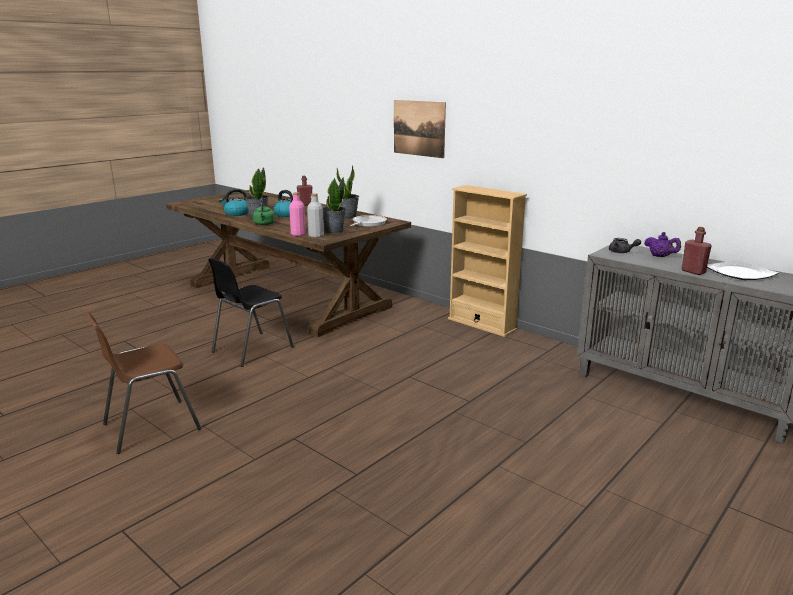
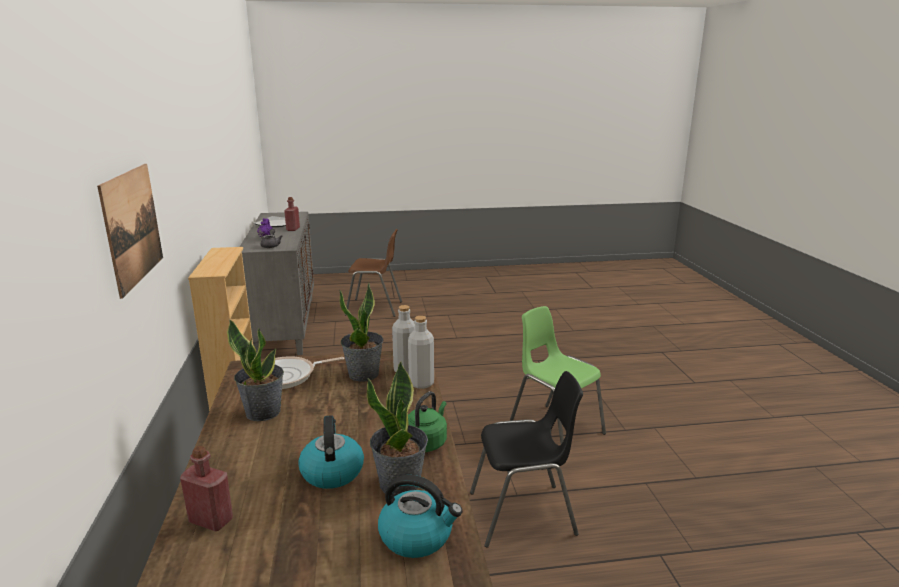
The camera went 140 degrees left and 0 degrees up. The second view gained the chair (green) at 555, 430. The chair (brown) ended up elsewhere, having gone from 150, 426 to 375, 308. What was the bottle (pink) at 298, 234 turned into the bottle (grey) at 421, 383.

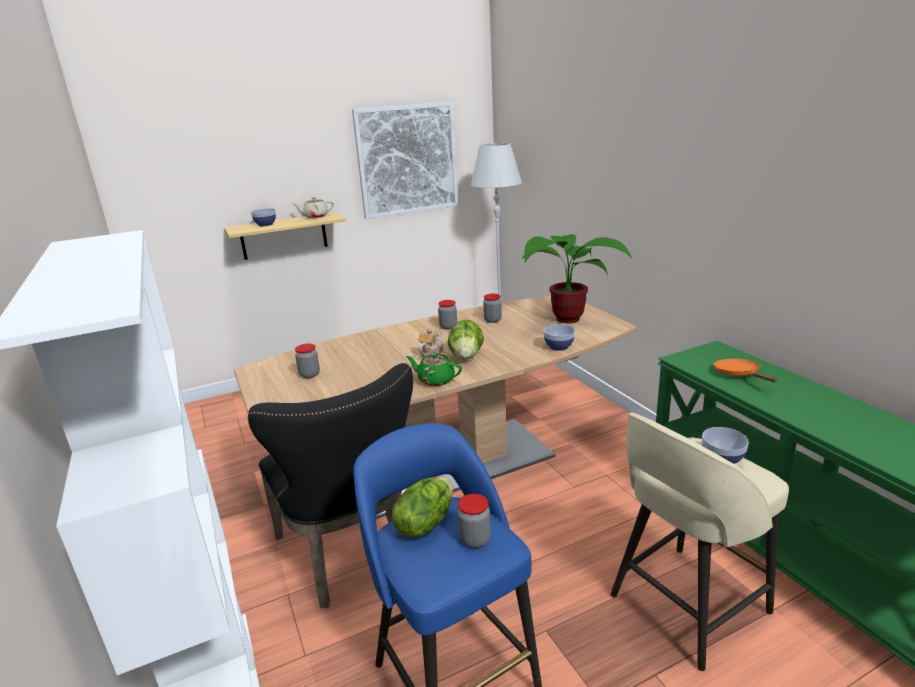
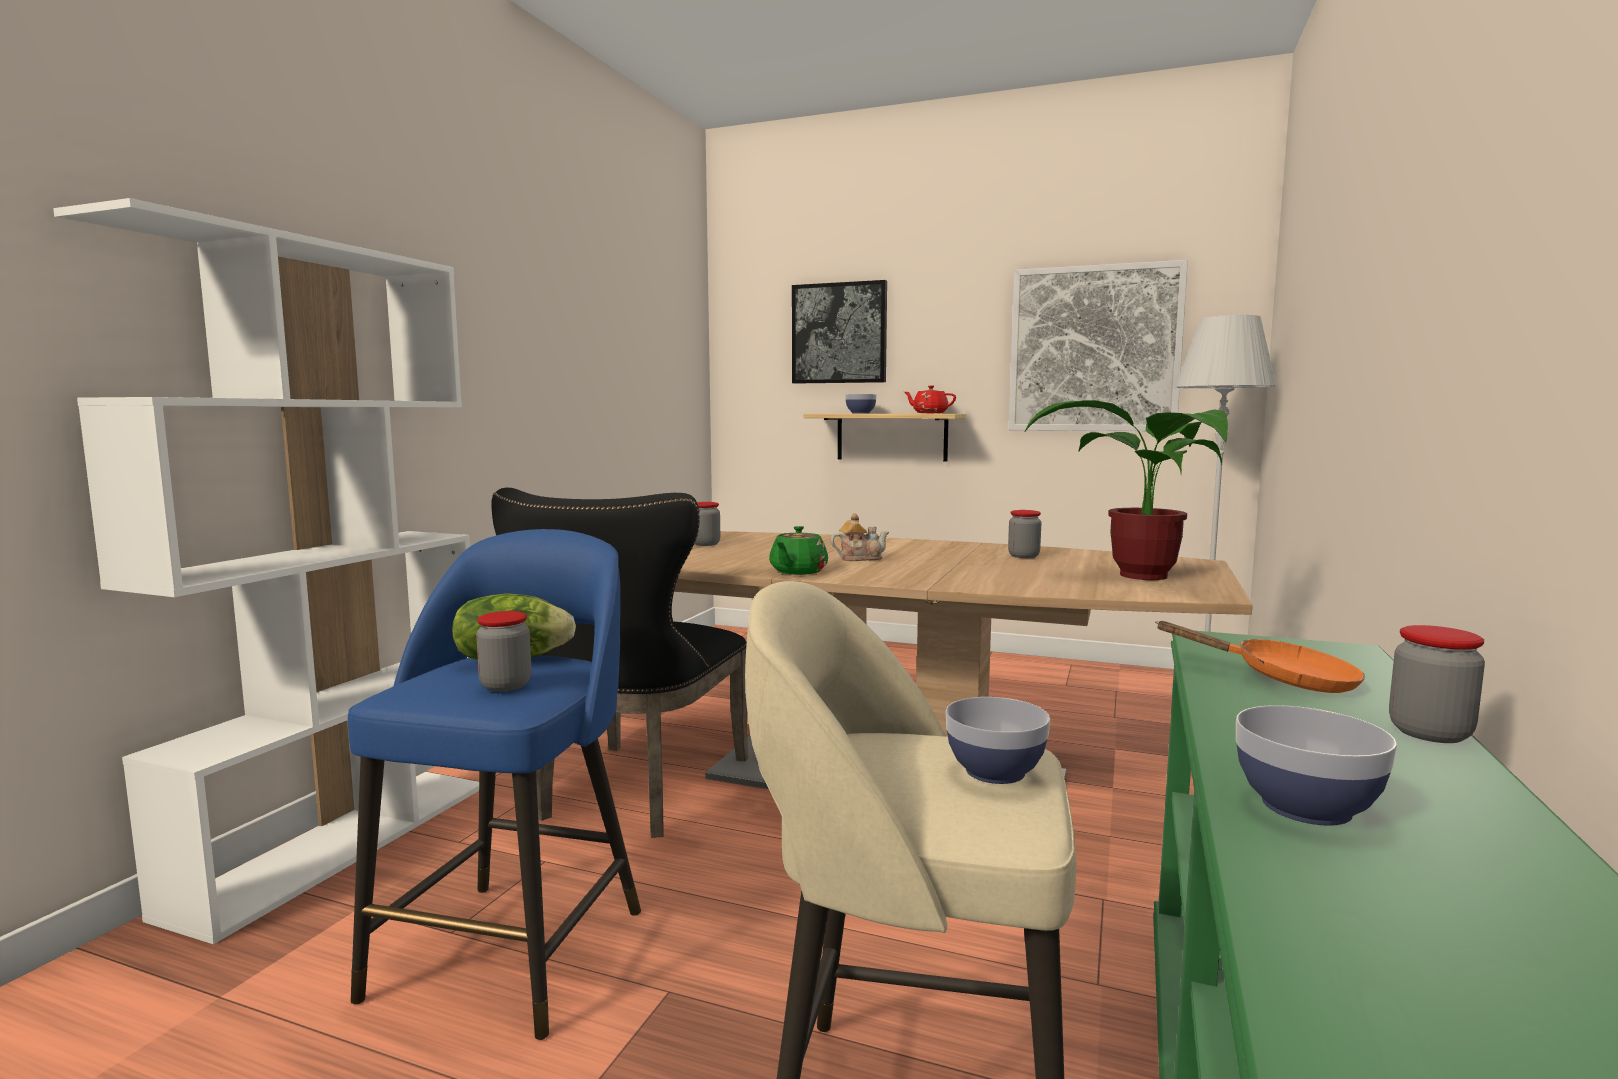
The camera went 45 degrees right and 15 degrees down. The second view lost the lettuce at 466, 356. The second view gained the picture at 839, 333. The jar ended up elsewhere, having gone from 448, 327 to 1430, 733. The bowl ended up elsewhere, having gone from 558, 347 to 1306, 807. What was the teapot (beige) at 315, 217 turned into the teapot (red) at 929, 413. The teapot (green) at 435, 380 ended up facing another way, 135 degrees counterclockwise from before. The frying pan (orange) at 739, 375 ended up facing another way, 90 degrees clockwise from before.

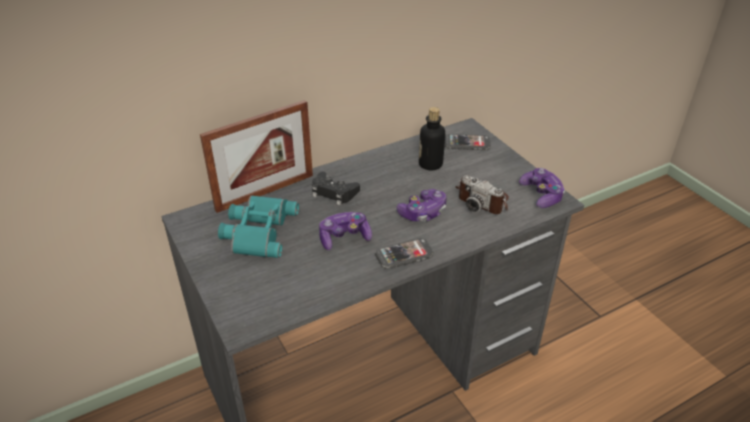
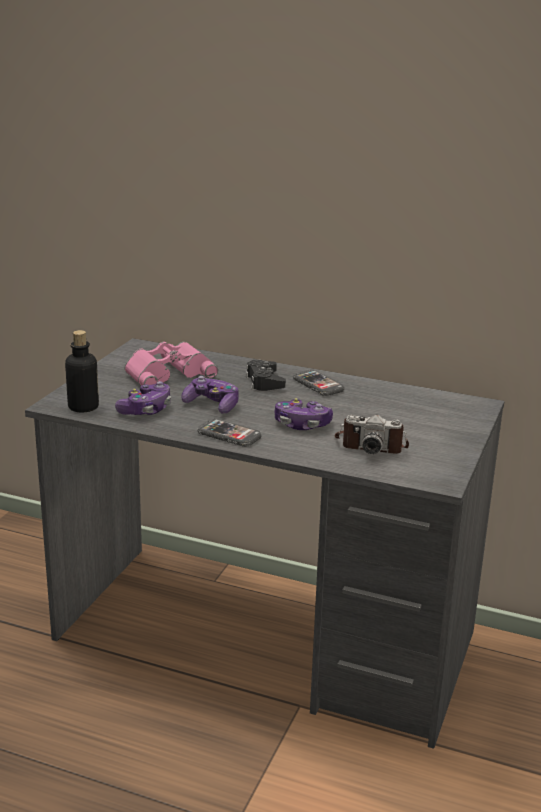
The camera went 50 degrees right and 15 degrees down. The second view lost the picture frame at 265, 192. The bottle ended up elsewhere, having gone from 430, 164 to 83, 407. The phone ended up elsewhere, having gone from 467, 143 to 318, 384. The game controller ended up elsewhere, having gone from 541, 195 to 146, 410. What was the binoculars (turquoise) at 257, 231 turned into the binoculars (pink) at 167, 372. The photo camera at 483, 200 ended up facing another way, 75 degrees counterclockwise from before.

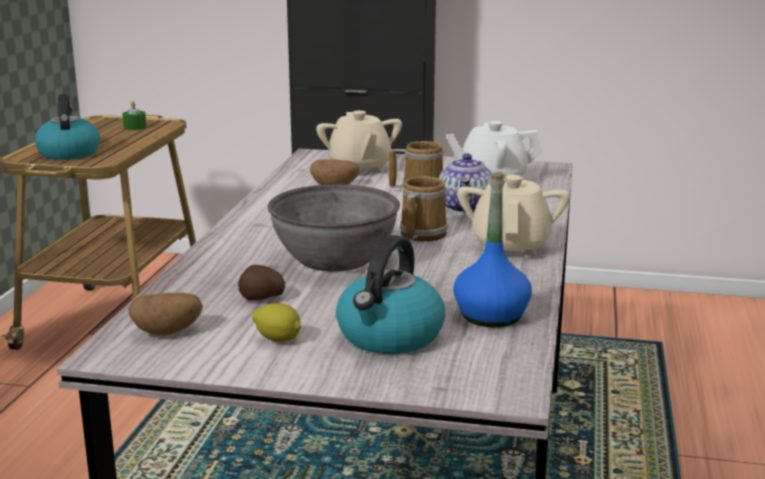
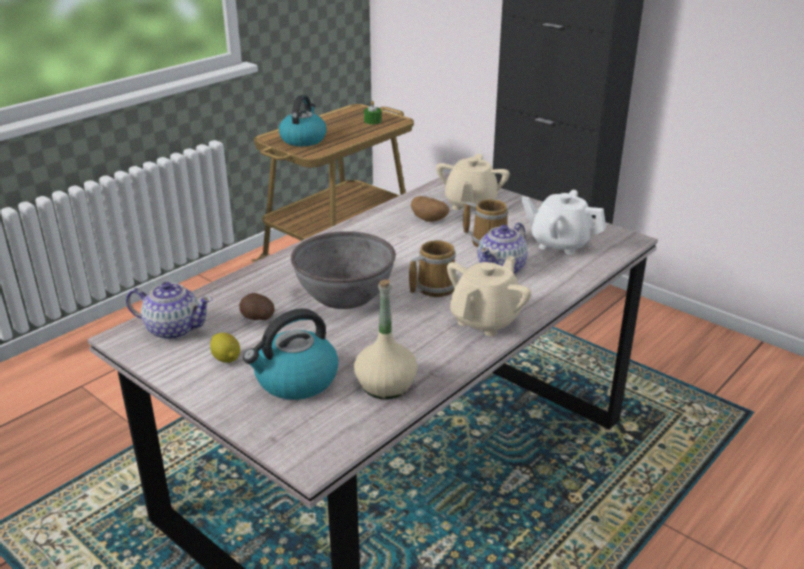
The camera went 30 degrees right and 10 degrees up. Where the potato stood at 167, 331, the teapot came to stand at 173, 329. What was the bottle (blue) at 491, 316 turned into the bottle (beige) at 385, 385.

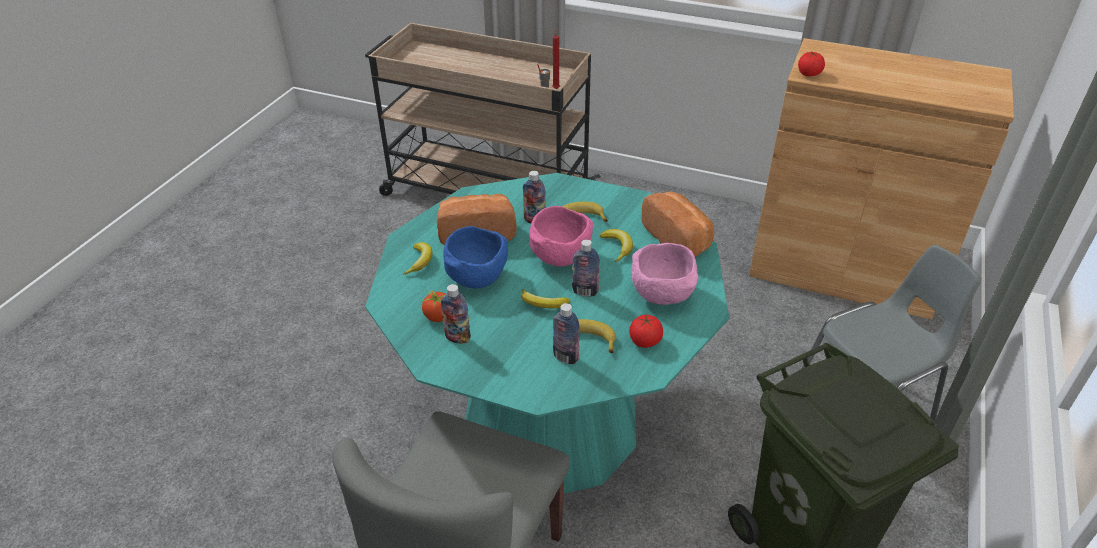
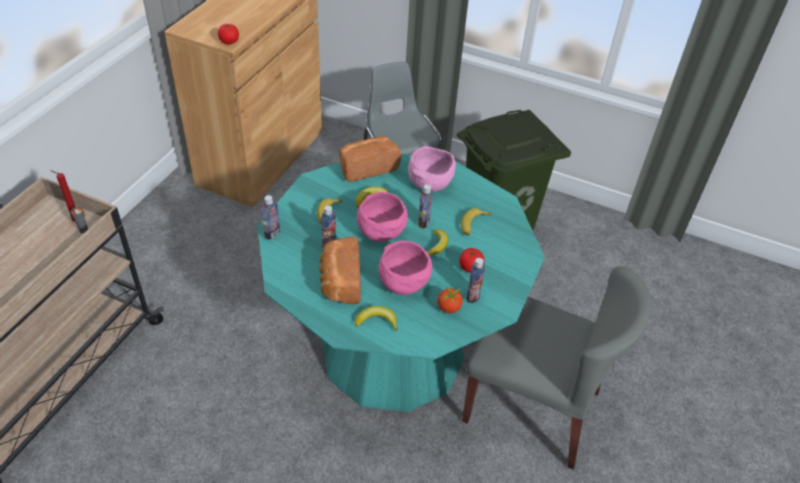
The camera went 90 degrees left and 5 degrees up. The bottle ended up elsewhere, having gone from 565, 357 to 272, 234. The tomato ended up elsewhere, having gone from 645, 341 to 470, 267. What was the bowl (blue) at 477, 277 turned into the bowl (pink) at 402, 283.

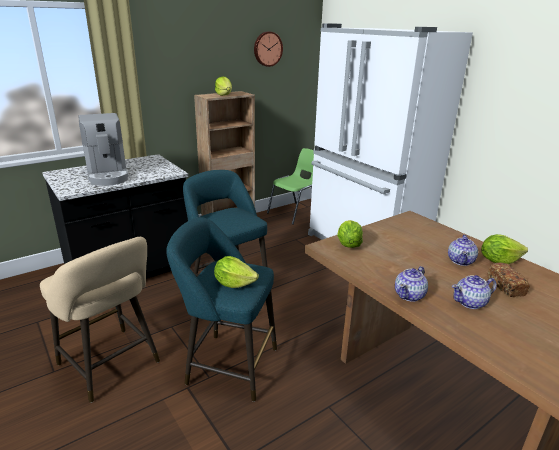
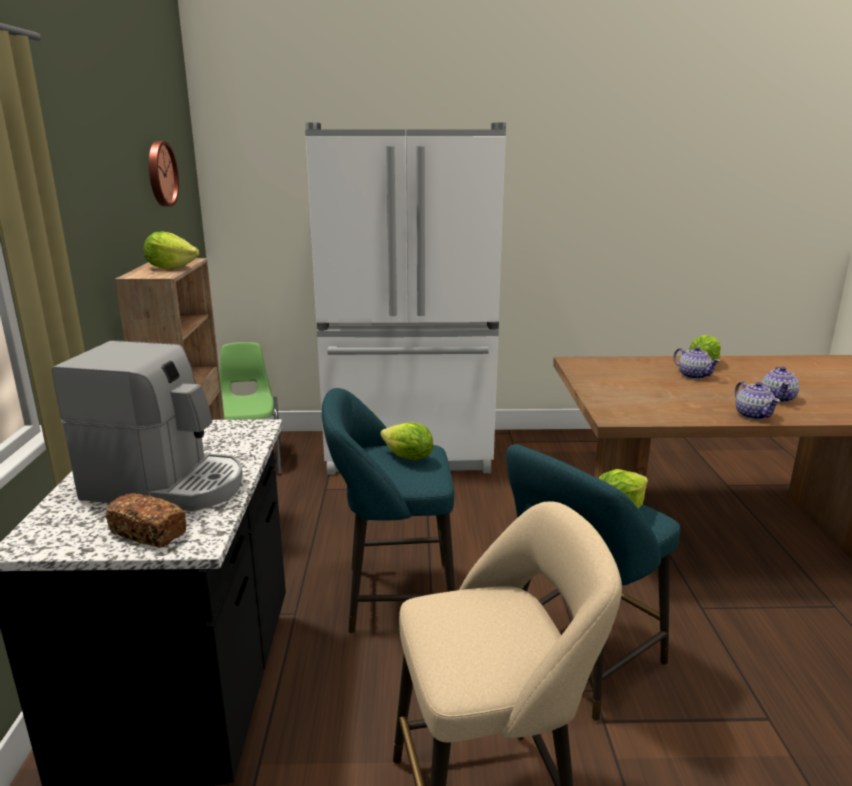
The camera went 55 degrees left and 5 degrees down. The lettuce ended up elsewhere, having gone from 348, 244 to 408, 458. The bread ended up elsewhere, having gone from 505, 287 to 149, 533.

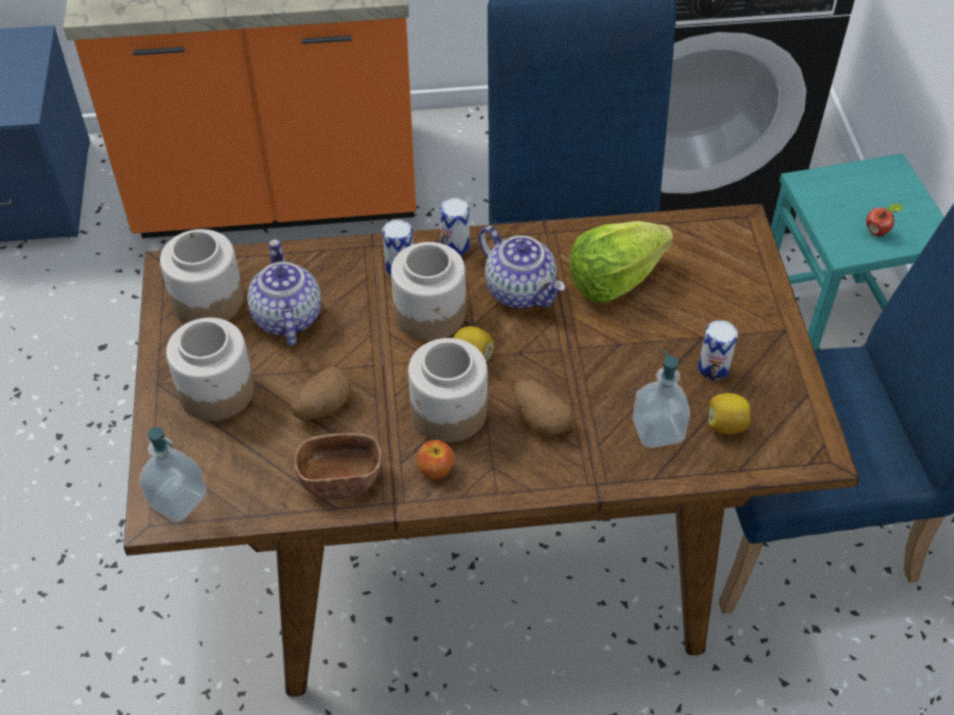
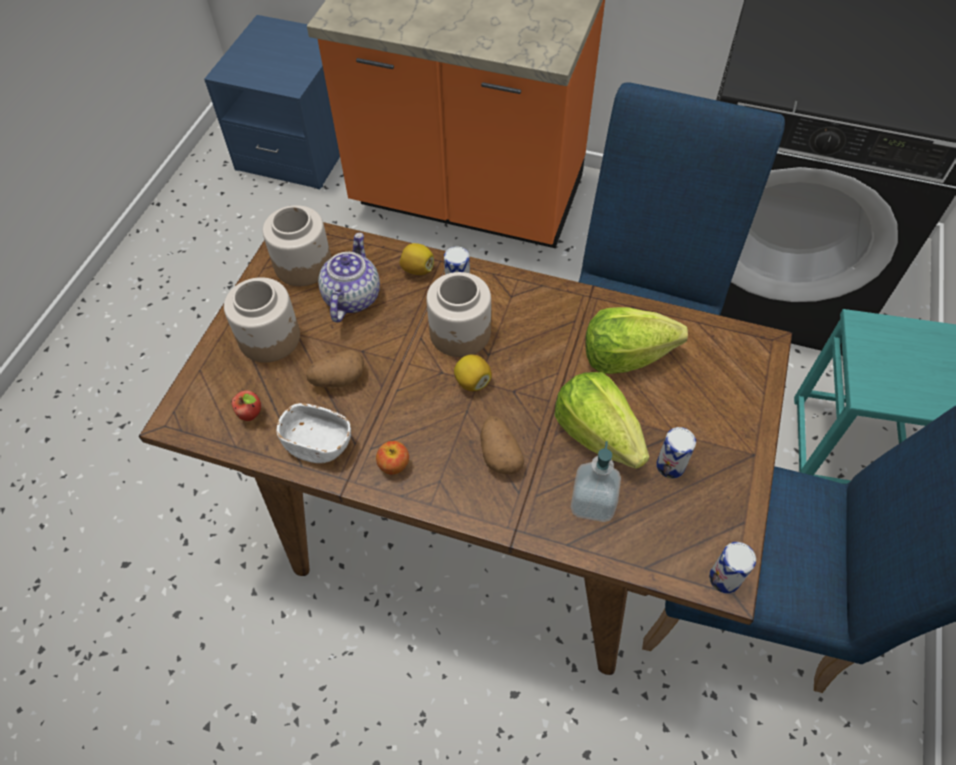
The camera went 25 degrees right and 5 degrees up. The second view lost the soap dispenser at 178, 499. The second view lost the jar at 448, 413. The second view lost the teapot at 521, 290. The second view gained the lettuce at 597, 434. The can ended up elsewhere, having gone from 455, 245 to 724, 578. The lemon ended up elsewhere, having gone from 726, 425 to 417, 269. The apple ended up elsewhere, having gone from 877, 231 to 252, 414. What was the bowl (brown) at 341, 479 turned into the bowl (white) at 318, 444.

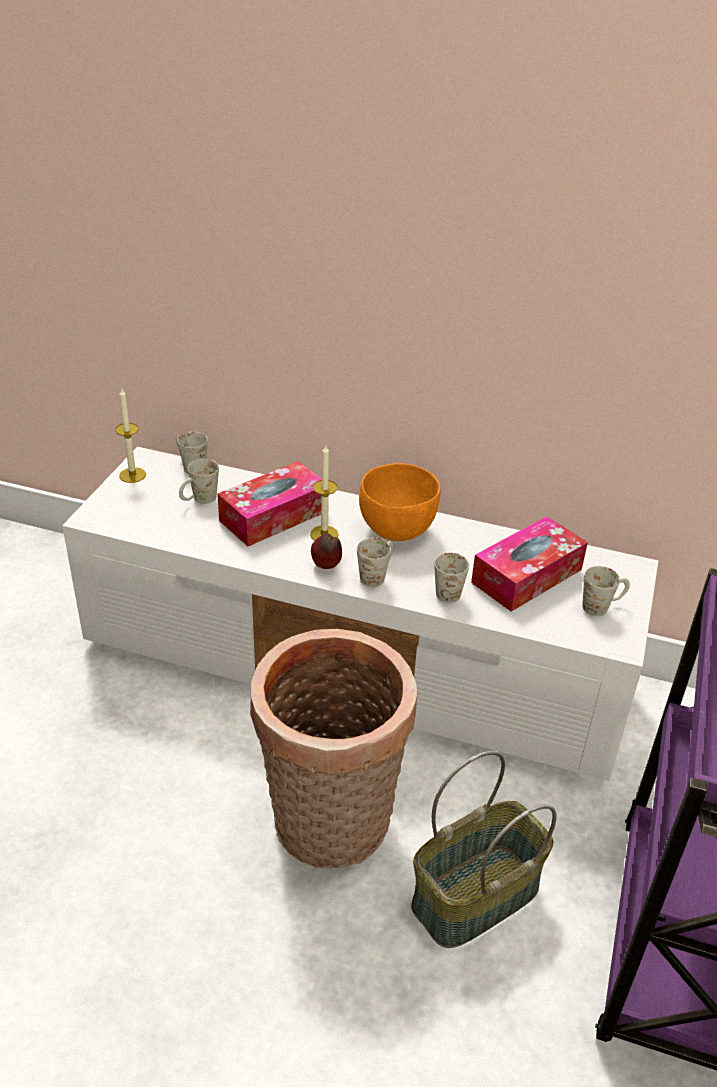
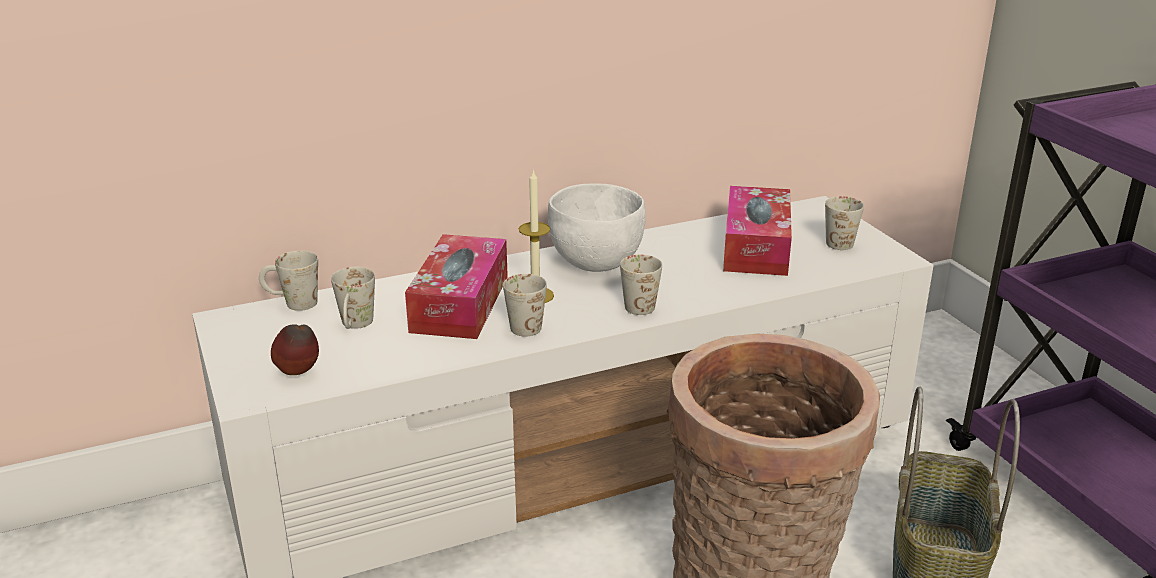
The camera went 40 degrees left and 10 degrees down. The second view lost the candle at 132, 475. The apple ended up elsewhere, having gone from 326, 567 to 299, 373. The mug (white) ended up elsewhere, having gone from 449, 589 to 520, 324. What was the bowl (orange) at 396, 530 turned into the bowl (white) at 596, 264.

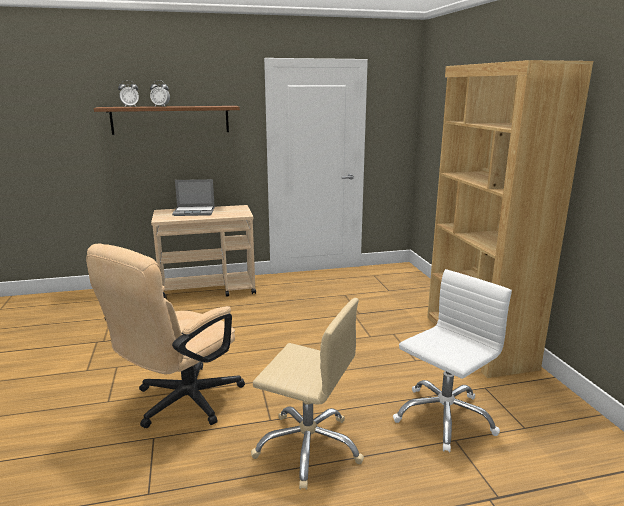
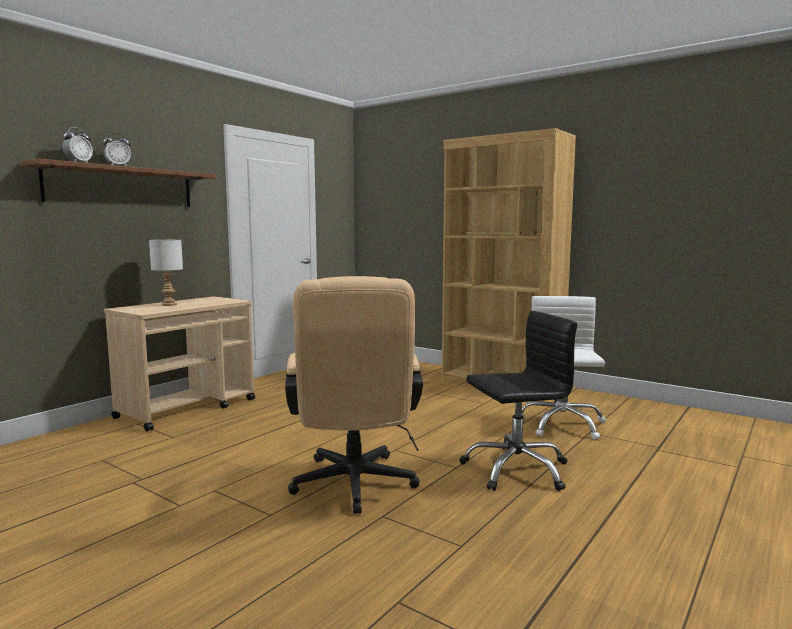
The camera went 40 degrees left and 10 degrees down. Where the laptop stood at 195, 212, the table lamp (white) came to stand at 169, 304. What was the office chair (beige) at 308, 447 turned into the office chair (black) at 516, 469.

